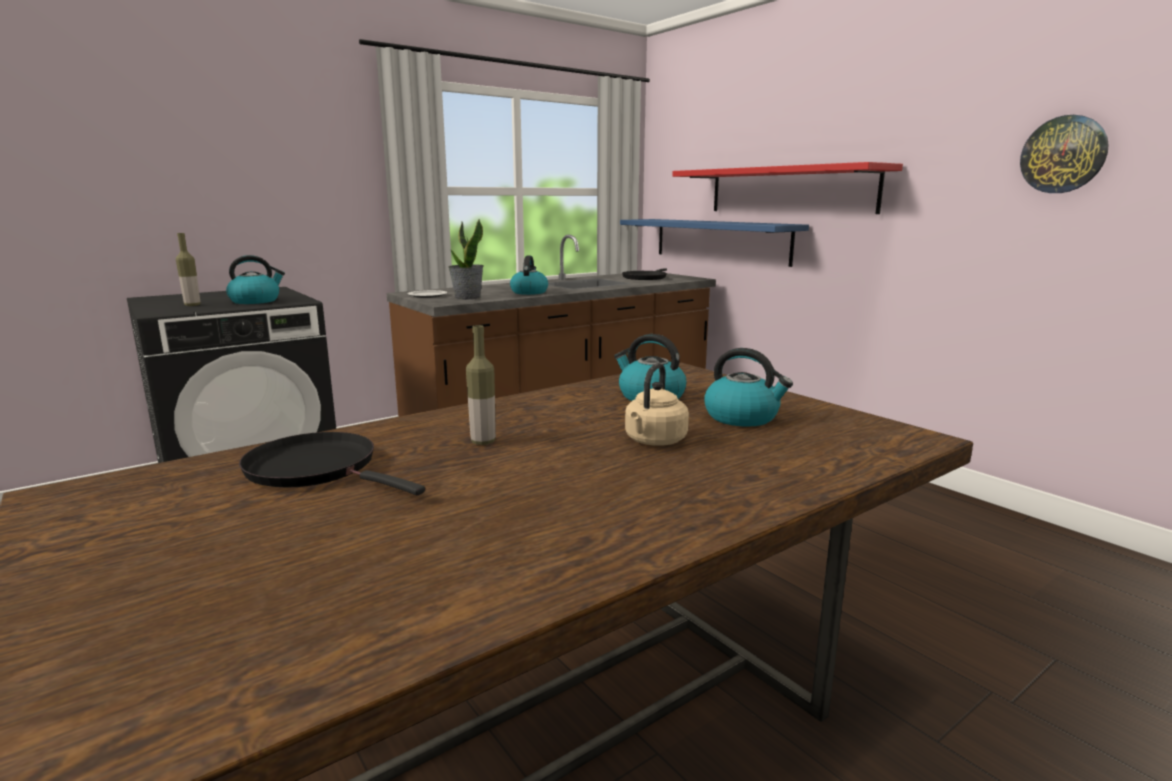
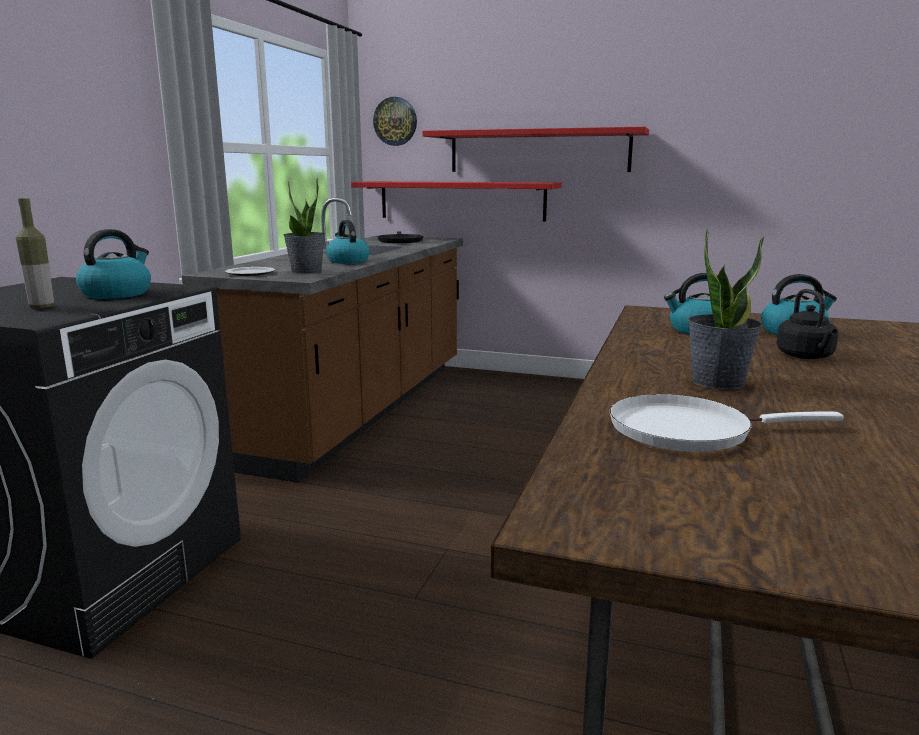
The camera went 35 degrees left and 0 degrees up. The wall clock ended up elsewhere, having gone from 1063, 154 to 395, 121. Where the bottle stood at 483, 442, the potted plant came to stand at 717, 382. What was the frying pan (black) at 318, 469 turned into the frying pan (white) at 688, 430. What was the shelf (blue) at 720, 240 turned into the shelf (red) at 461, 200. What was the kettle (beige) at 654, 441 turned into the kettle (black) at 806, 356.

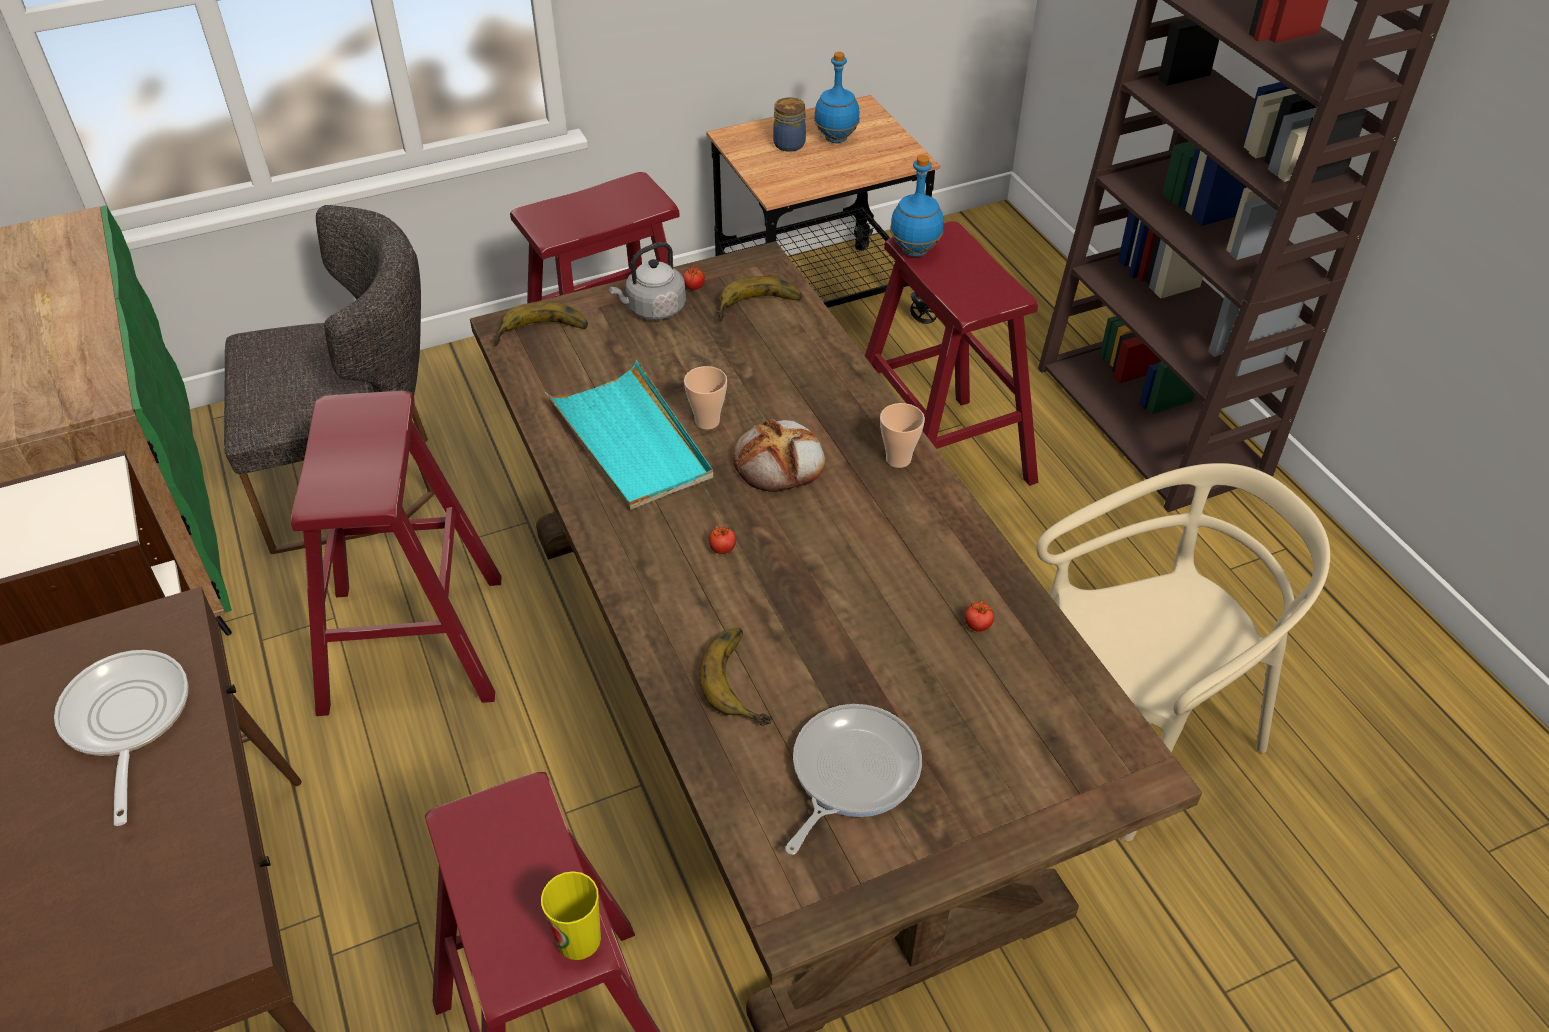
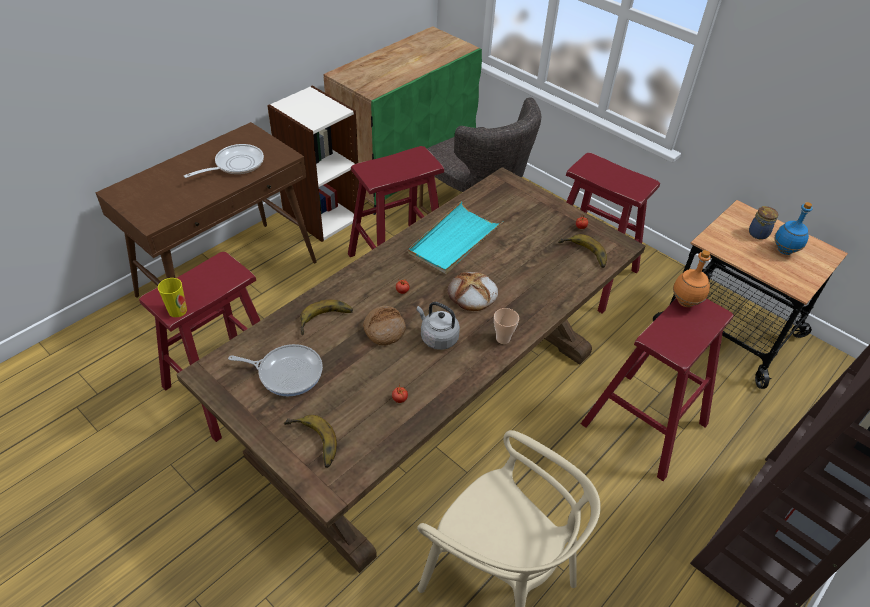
The camera went 65 degrees right and 0 degrees up. The second view lost the cup at 707, 421. The second view gained the bread at 384, 329. The banana ended up elsewhere, having gone from 542, 334 to 310, 444. The kettle (grey) ended up elsewhere, having gone from 653, 309 to 437, 338. What was the bottle (blue) at 914, 251 turned into the bottle (orange) at 685, 302.

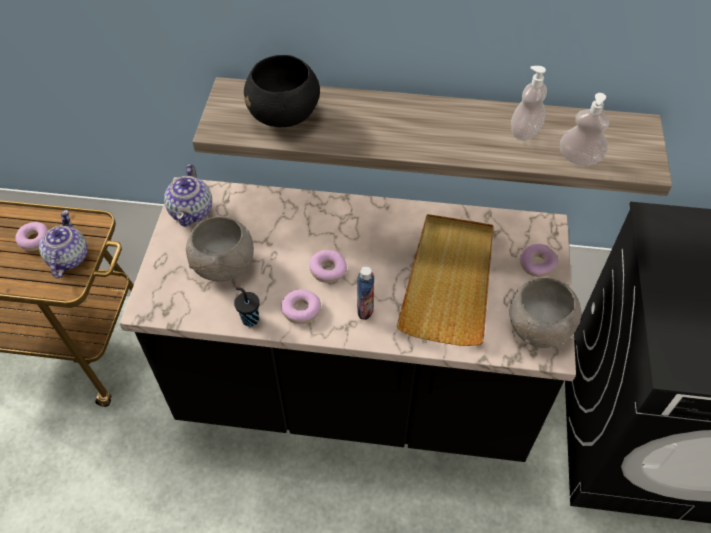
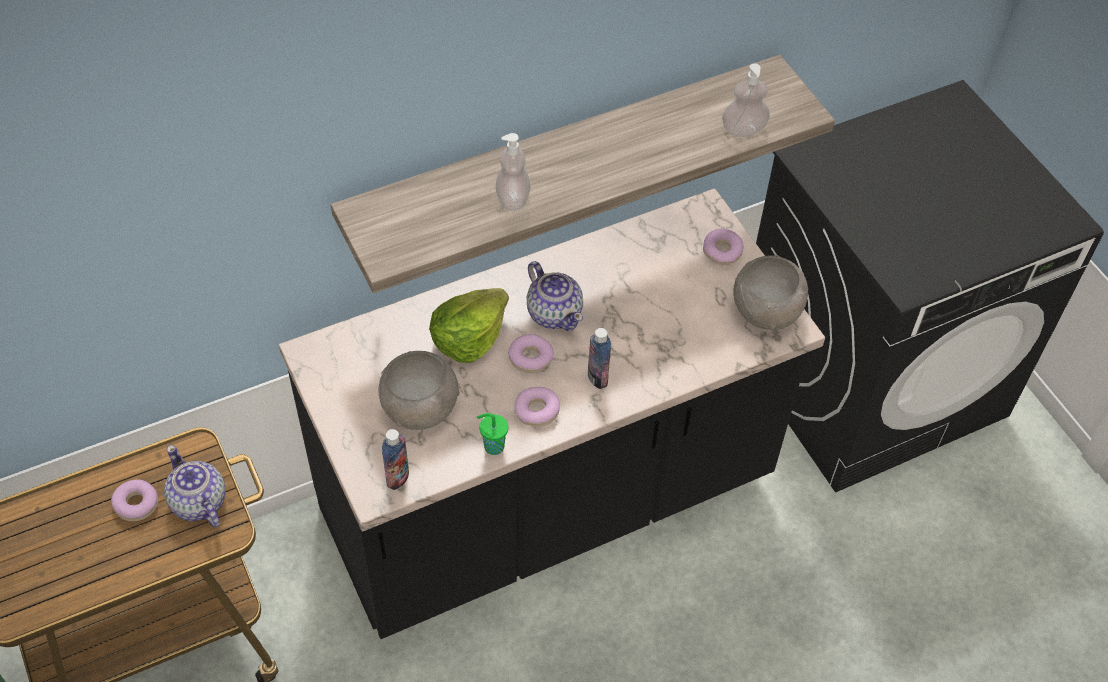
The camera went 35 degrees left and 0 degrees up. The second view lost the bowl (black) at 285, 115. The second view lost the tray (beige) at 449, 280. The second view gained the bottle at 397, 477. The second view gained the lettuce at 468, 337. The teapot ended up elsewhere, having gone from 192, 211 to 554, 313. The soap dispenser ended up elsewhere, having gone from 524, 132 to 512, 199. What was the cup (black) at 249, 319 turned into the cup (green) at 492, 446.

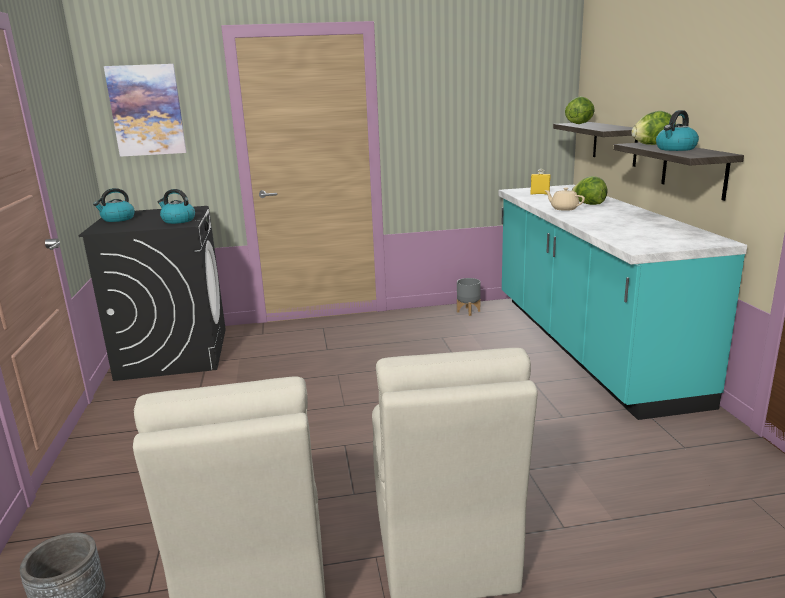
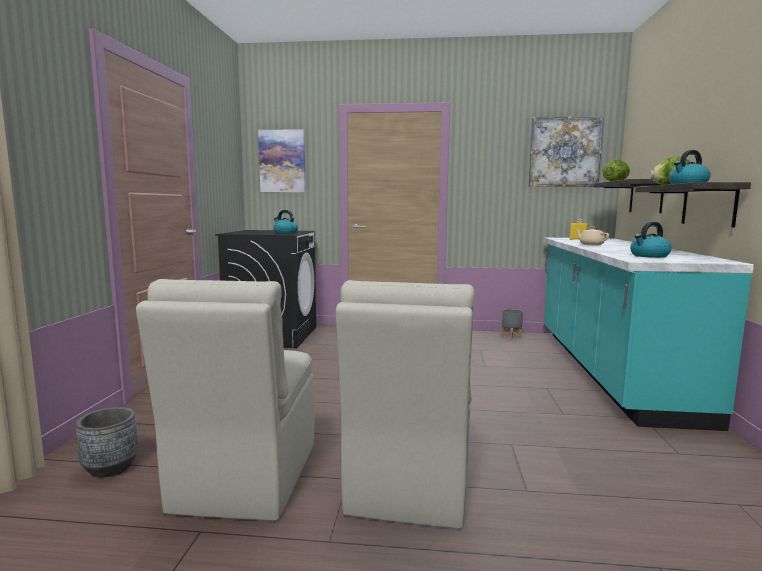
The camera went 15 degrees right and 10 degrees down. The second view lost the lettuce at 588, 204. The second view gained the picture at 564, 152. The kettle ended up elsewhere, having gone from 117, 219 to 649, 256.

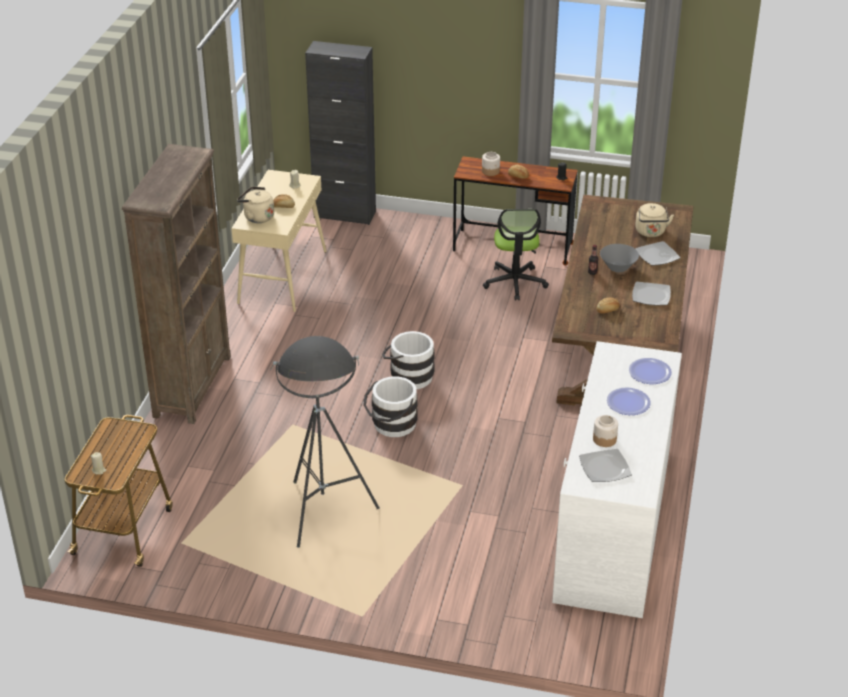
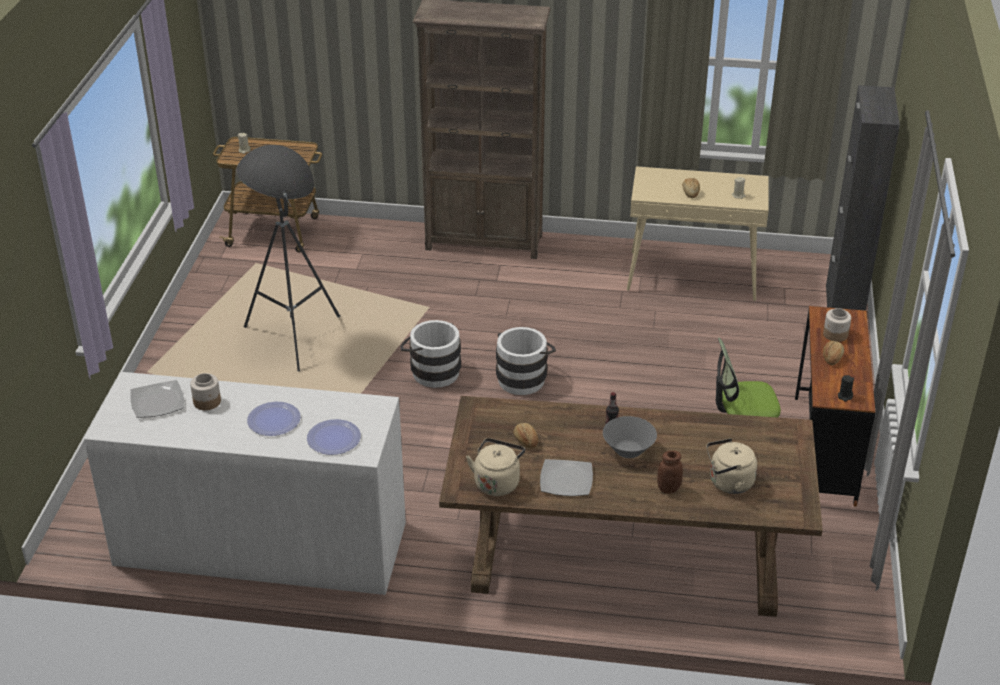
The camera went 85 degrees right and 0 degrees up. The kettle (beige) ended up elsewhere, having gone from 257, 217 to 497, 482. Where the plate stood at 657, 255, the jar (brown) came to stand at 668, 488.

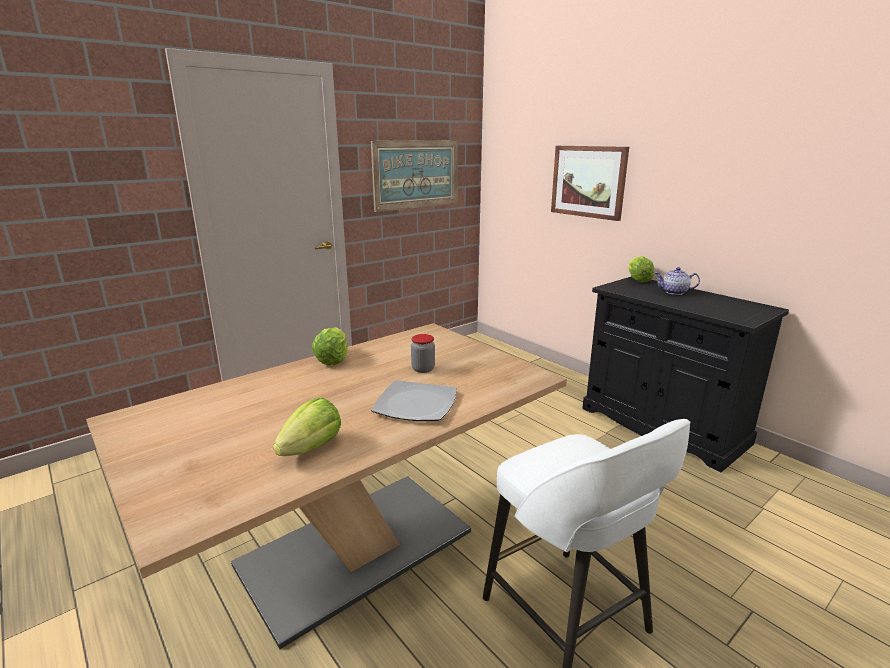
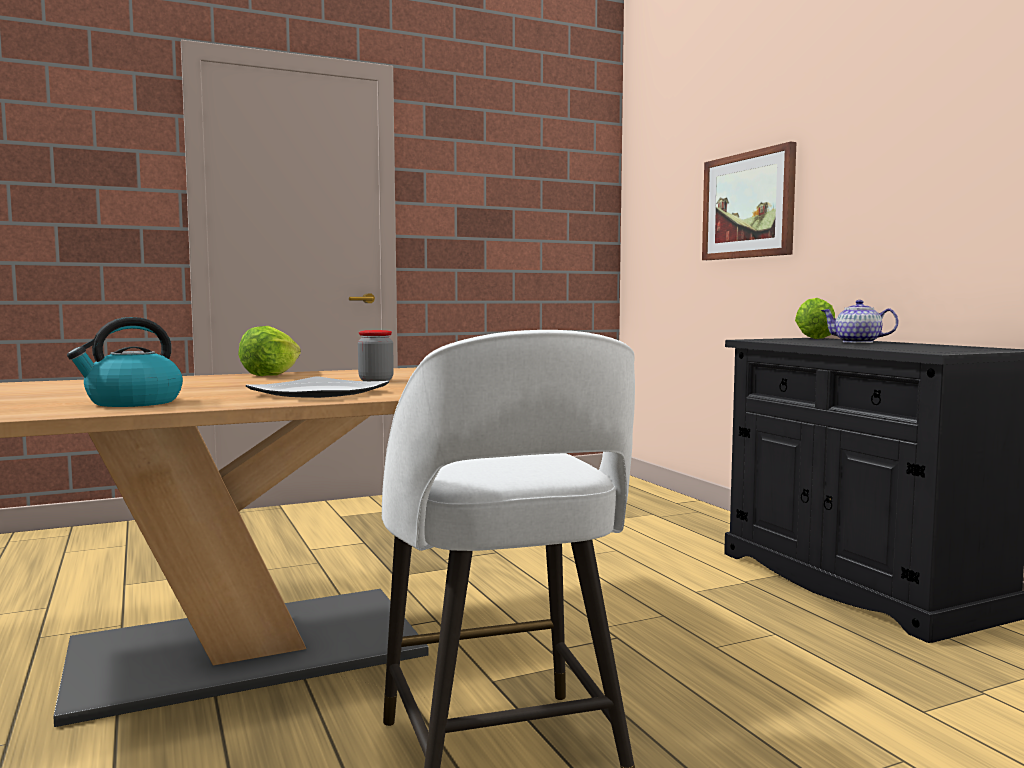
The camera went 15 degrees right and 15 degrees down. The second view lost the picture at 416, 174. Where the lettuce stood at 312, 448, the kettle came to stand at 133, 402.

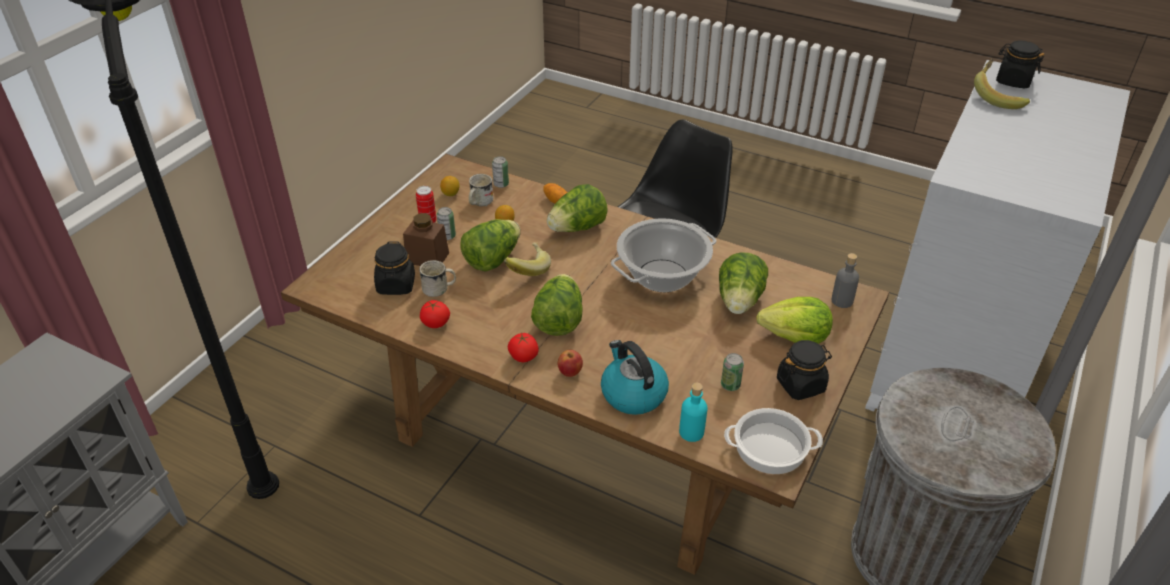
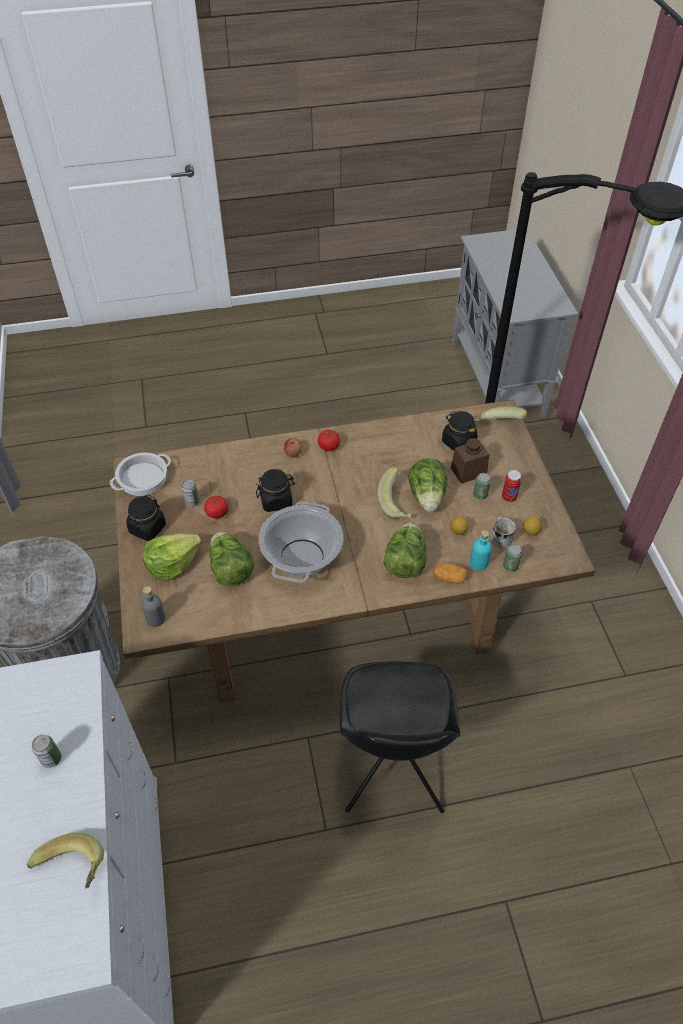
The camera went 140 degrees right and 10 degrees up. The second view lost the mug (white) at 439, 289. The second view lost the lettuce at 558, 320. The second view lost the kettle at 632, 393. The second view gained the can at 51, 759. The second view gained the banana at 498, 426. The tomato ended up elsewhere, having gone from 436, 323 to 217, 513. The bottle (turquoise) ended up elsewhere, having gone from 691, 432 to 478, 563. The jar (black) ended up elsewhere, having gone from 1013, 81 to 276, 500.

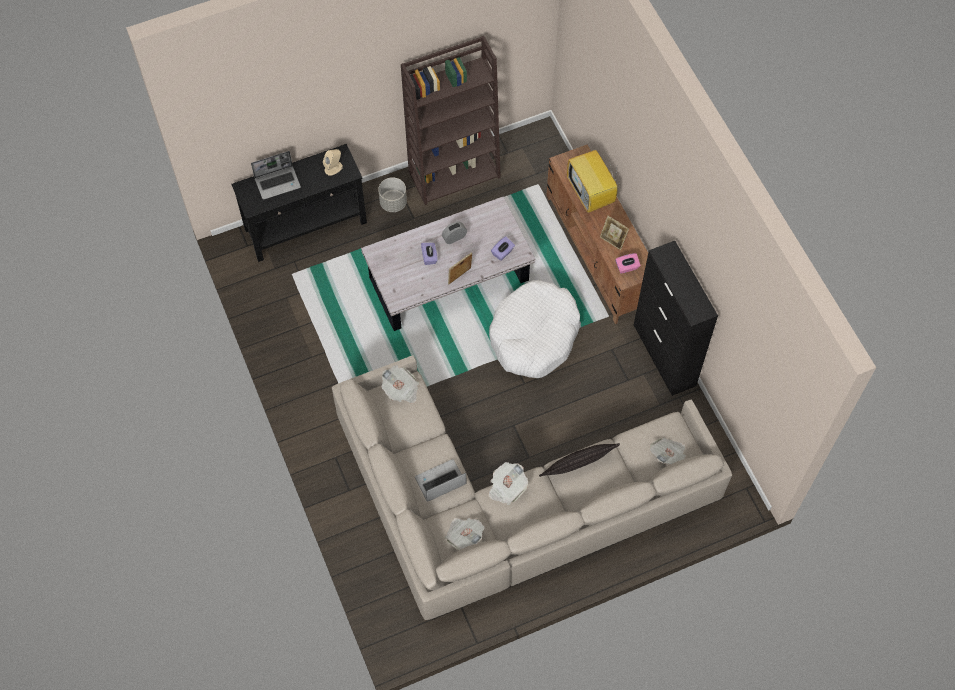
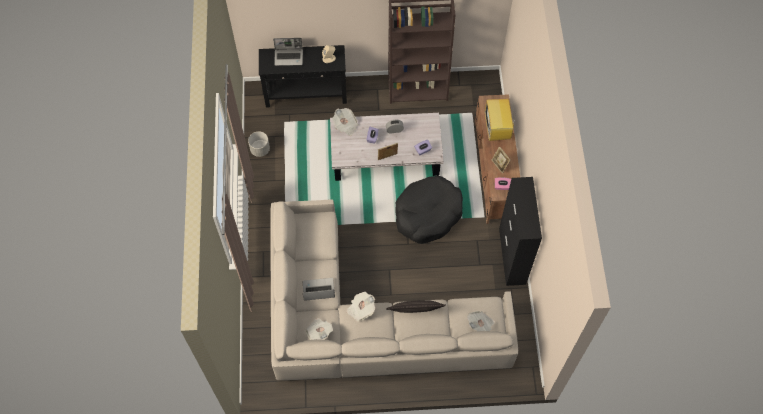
The camera went 20 degrees right and 0 degrees up. The planter (grey) ended up elsewhere, having gone from 393, 203 to 260, 149. The newspaper ended up elsewhere, having gone from 401, 390 to 345, 125. What was the dog bed (white) at 534, 336 turned into the dog bed (black) at 427, 214.

